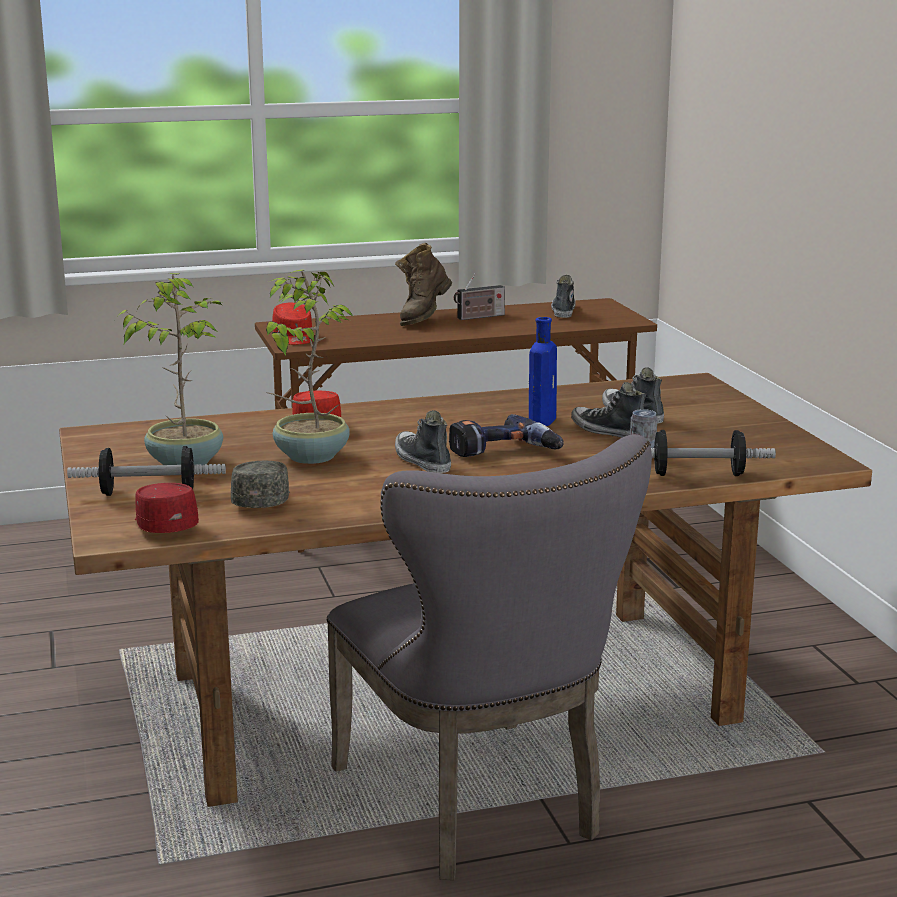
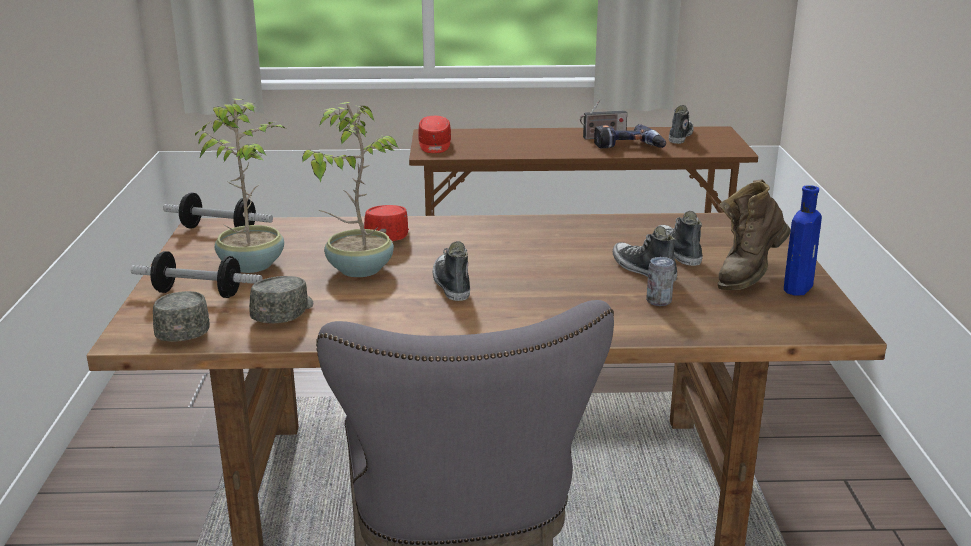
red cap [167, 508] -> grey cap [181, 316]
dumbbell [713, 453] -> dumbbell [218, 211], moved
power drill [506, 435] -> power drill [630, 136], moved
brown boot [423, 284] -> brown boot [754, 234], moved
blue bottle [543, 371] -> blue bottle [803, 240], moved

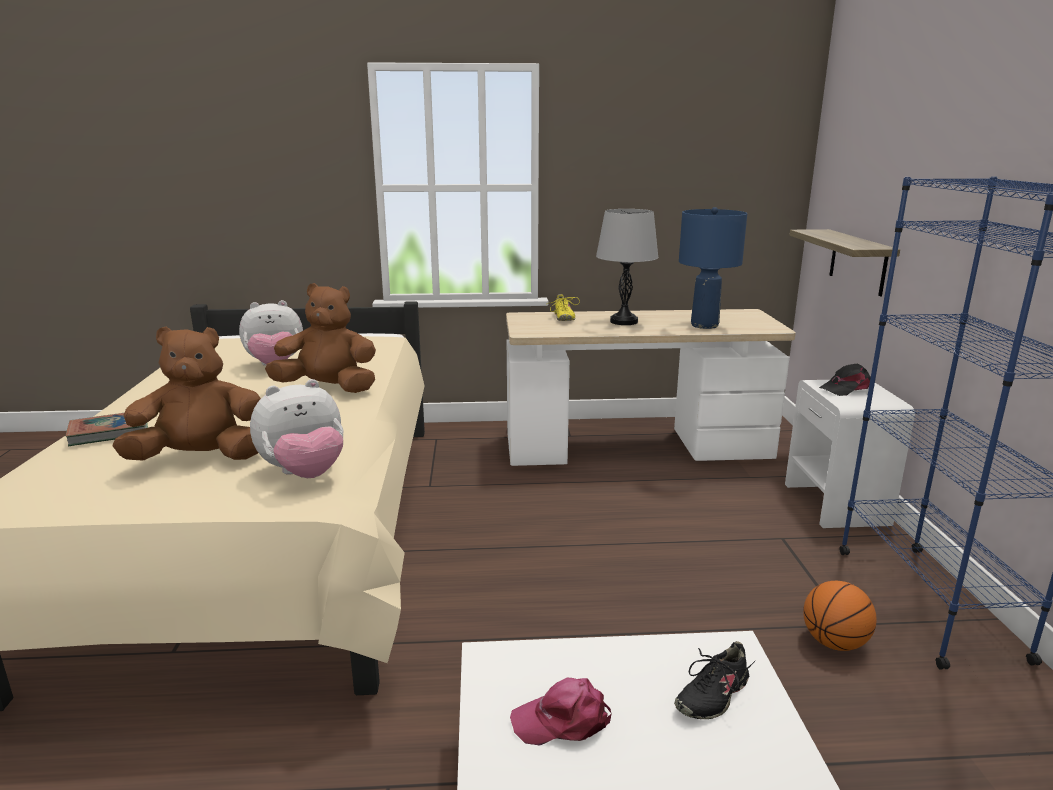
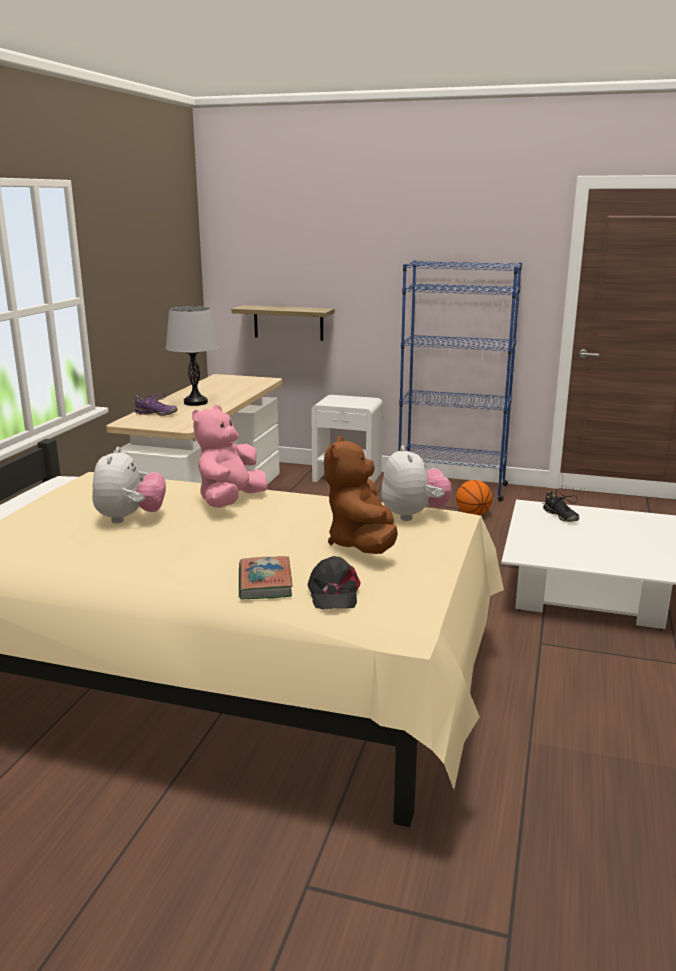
yellow shoe [563, 307] -> purple shoe [156, 404]
brown plush toy [320, 338] -> pink plush toy [230, 456]
black cap [845, 380] -> black cap [334, 583], moved
pink cap [561, 711] -> none
blue table lamp [713, 268] -> none

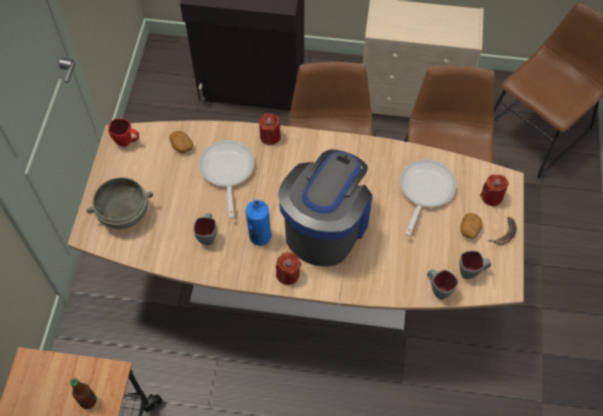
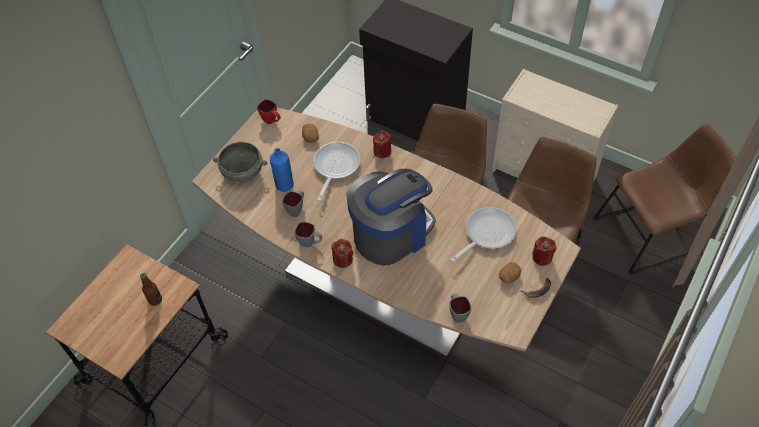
blue bottle [259, 223] -> blue bottle [282, 170], moved
grey mug [475, 265] -> grey mug [308, 234], moved

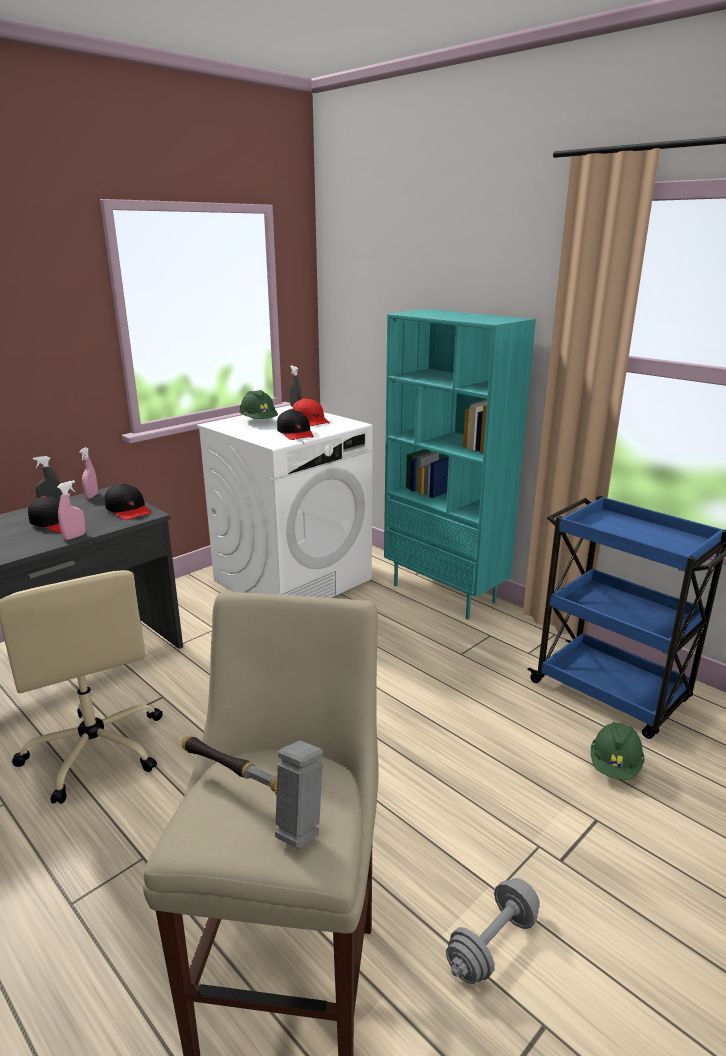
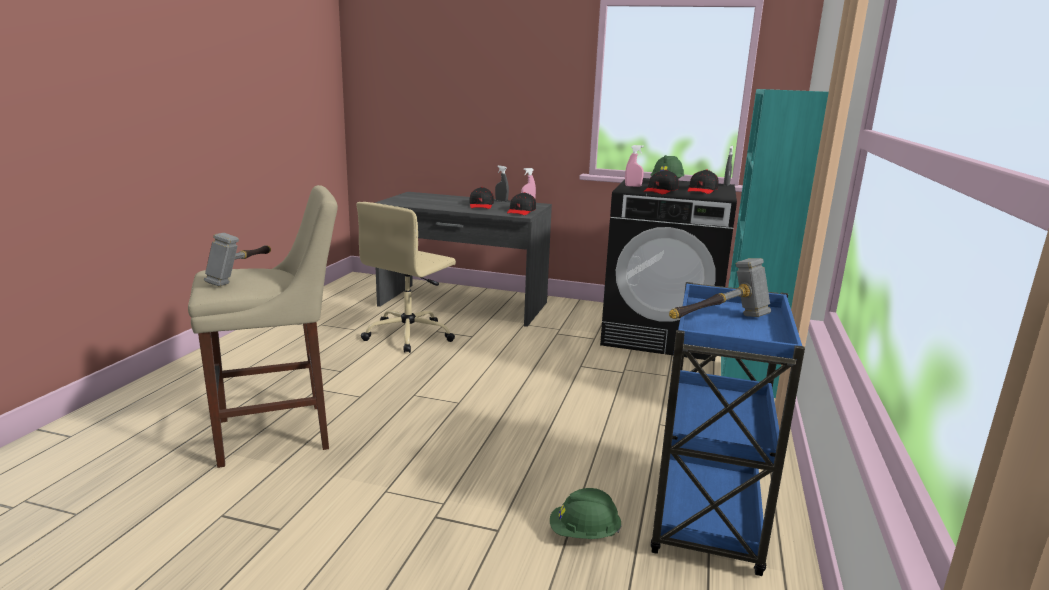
white washing machine [285, 501] -> black washing machine [668, 269]
pink spray bottle [71, 510] -> pink spray bottle [634, 166], moved
none -> hammer [720, 288]
red cap [311, 412] -> black cap [703, 181]
grey dumbbell [493, 931] -> none

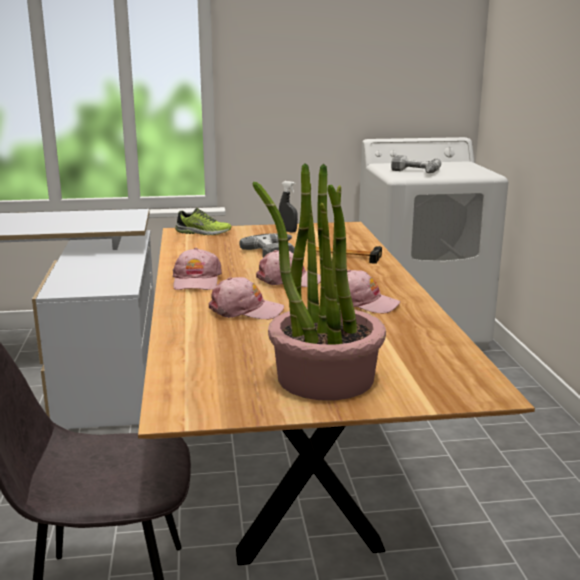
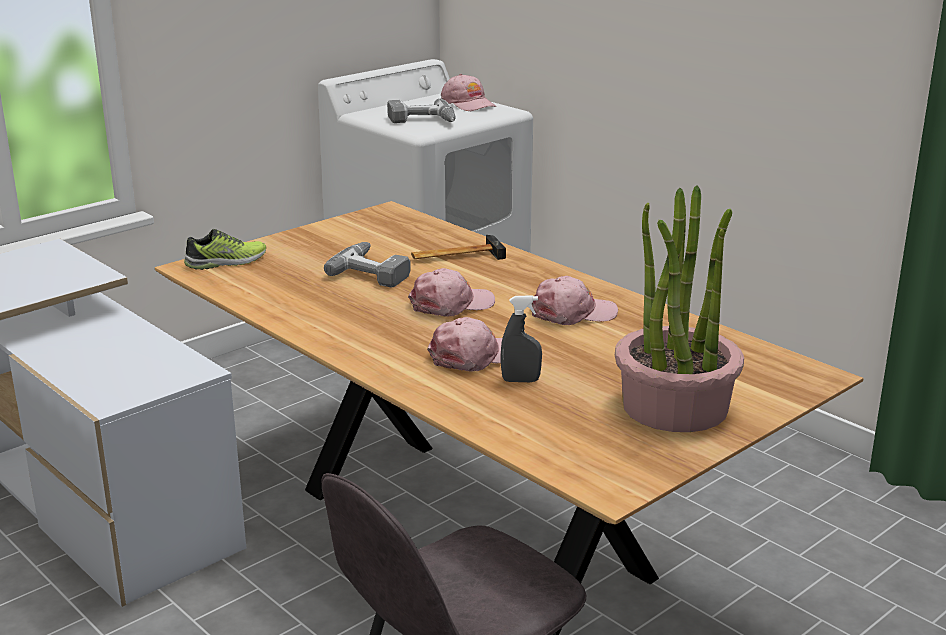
pink cap [197, 269] -> pink cap [468, 92], moved
grey spray bottle [288, 207] -> grey spray bottle [521, 339], moved

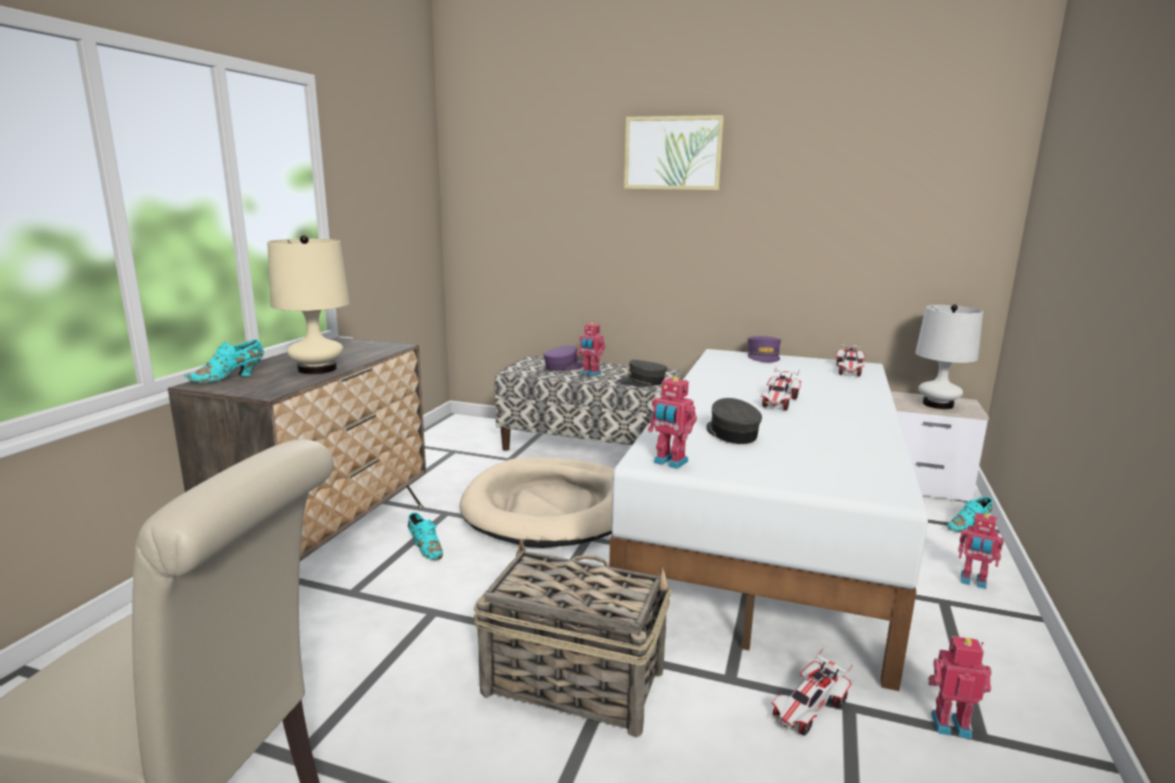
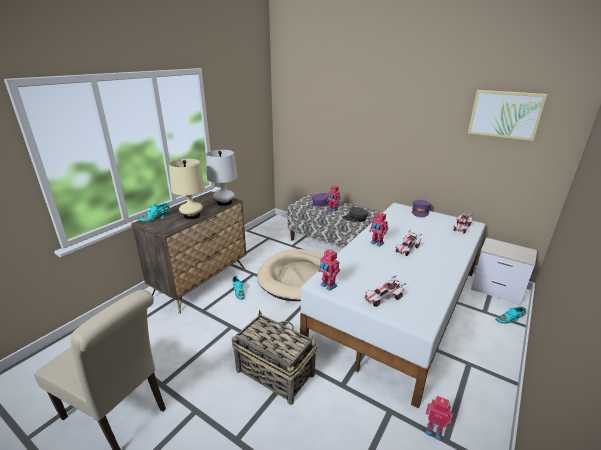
white table lamp [949, 357] -> white table lamp [221, 178], moved
toy car [812, 692] -> toy car [385, 291], moved
toy robot [981, 551] -> toy robot [378, 229], moved
picture [674, 152] -> picture [508, 115], moved
grey cap [734, 421] -> none

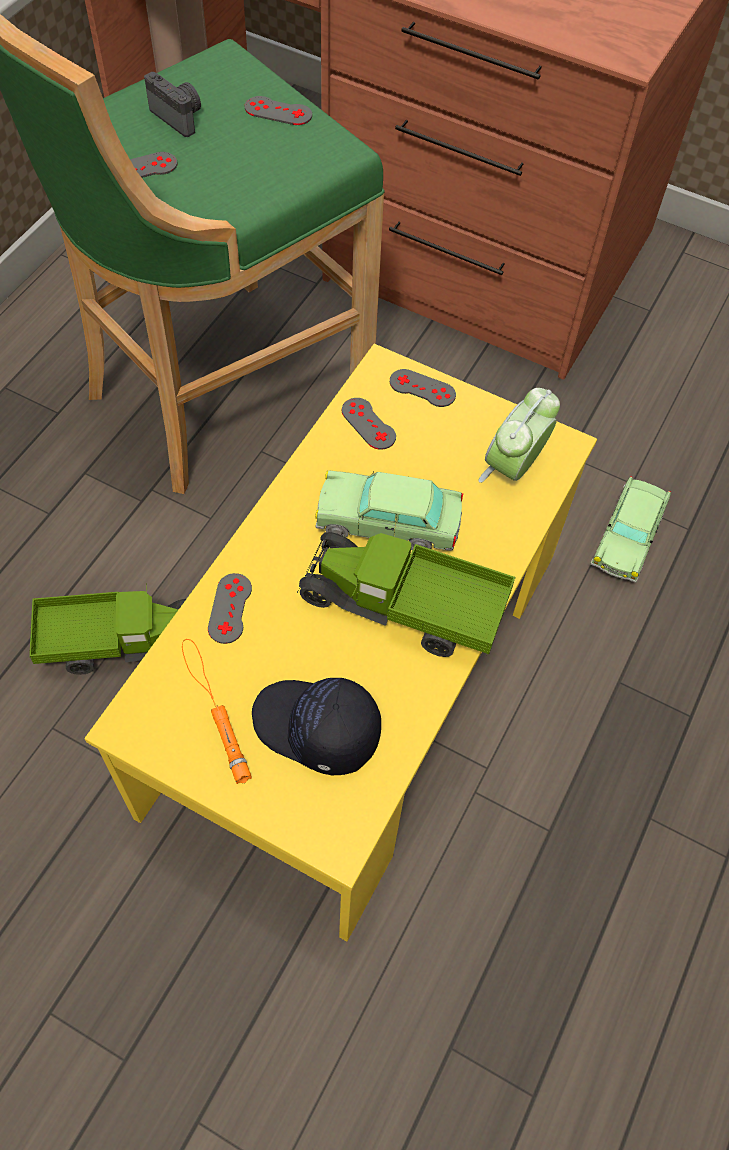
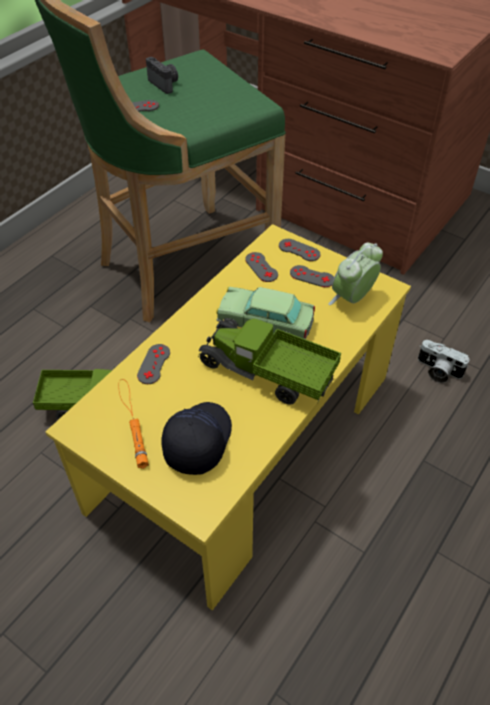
black cap [316, 726] -> black cap [196, 438], 75 degrees clockwise
grey game controller [278, 110] -> grey game controller [312, 276], moved
toy car [630, 529] -> photo camera [443, 361]

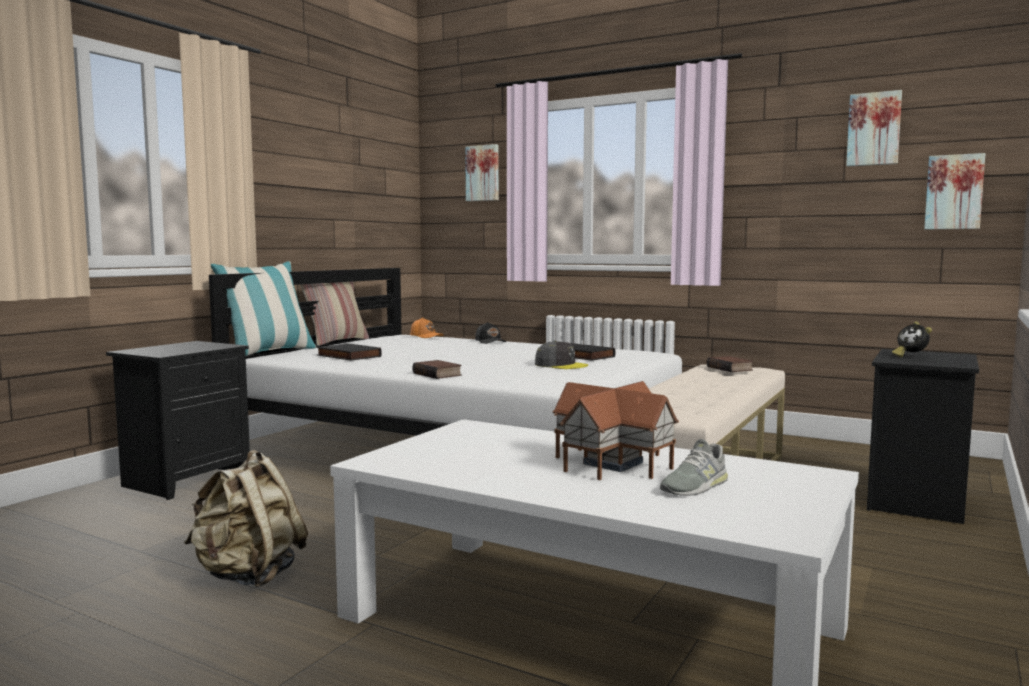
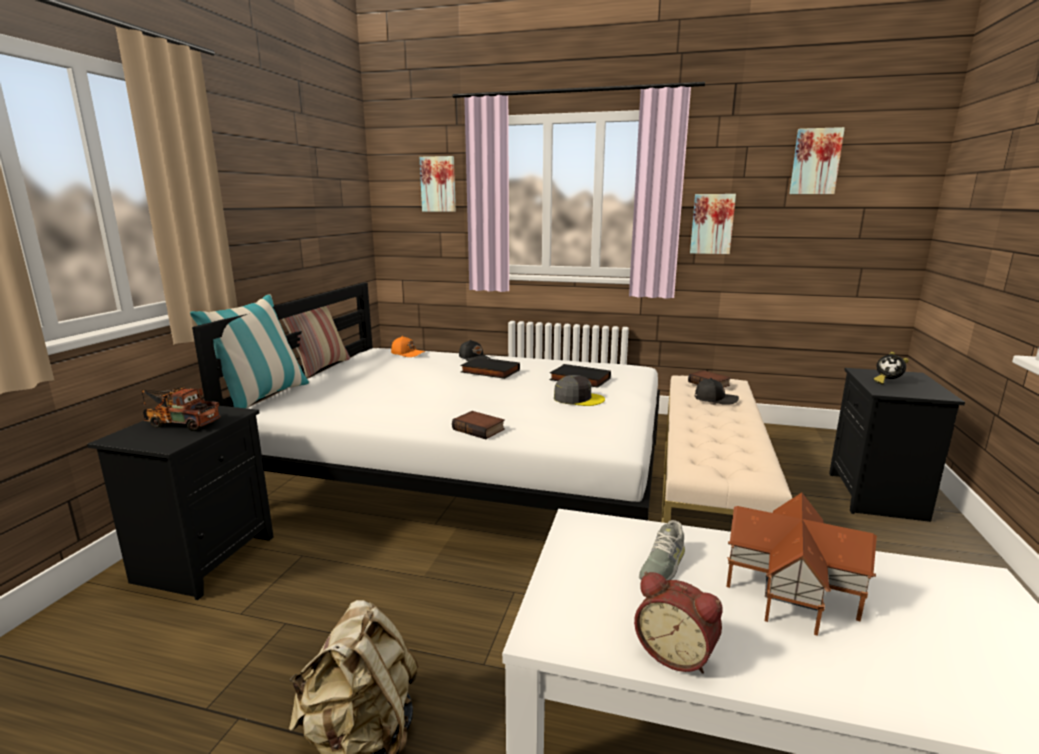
none -> toy truck [181, 409]
black book [349, 352] -> black book [490, 368], moved
none -> alarm clock [678, 623]
grey shoe [694, 467] -> grey shoe [662, 550], moved
picture [954, 191] -> picture [713, 224], moved
none -> black cap [717, 391]

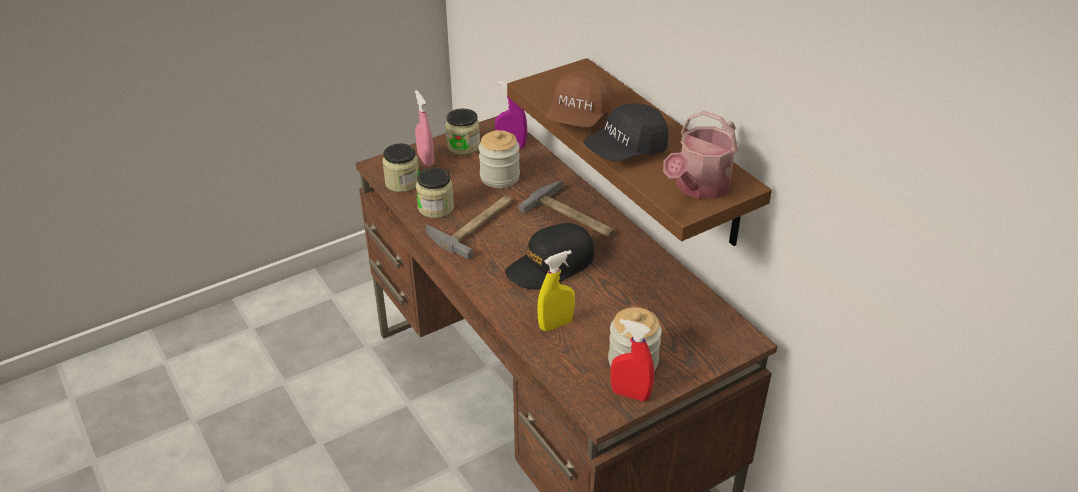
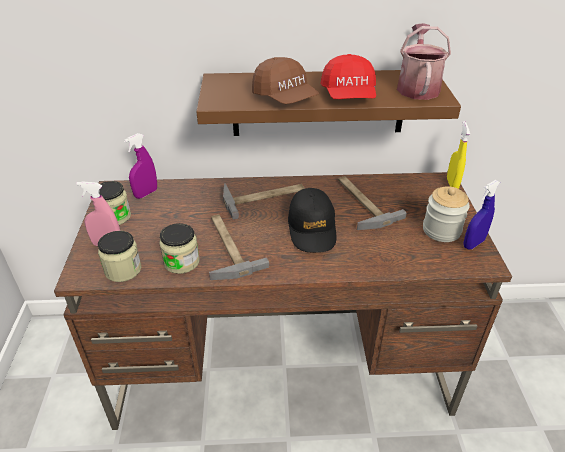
black cap [626, 132] -> red cap [348, 76]
none -> hammer [372, 203]
watering can [700, 155] -> watering can [424, 61], 150 degrees counterclockwise
yellow spray bottle [556, 290] -> yellow spray bottle [458, 155], moved
red spray bottle [632, 360] -> blue spray bottle [482, 215]
jar [499, 159] -> none

